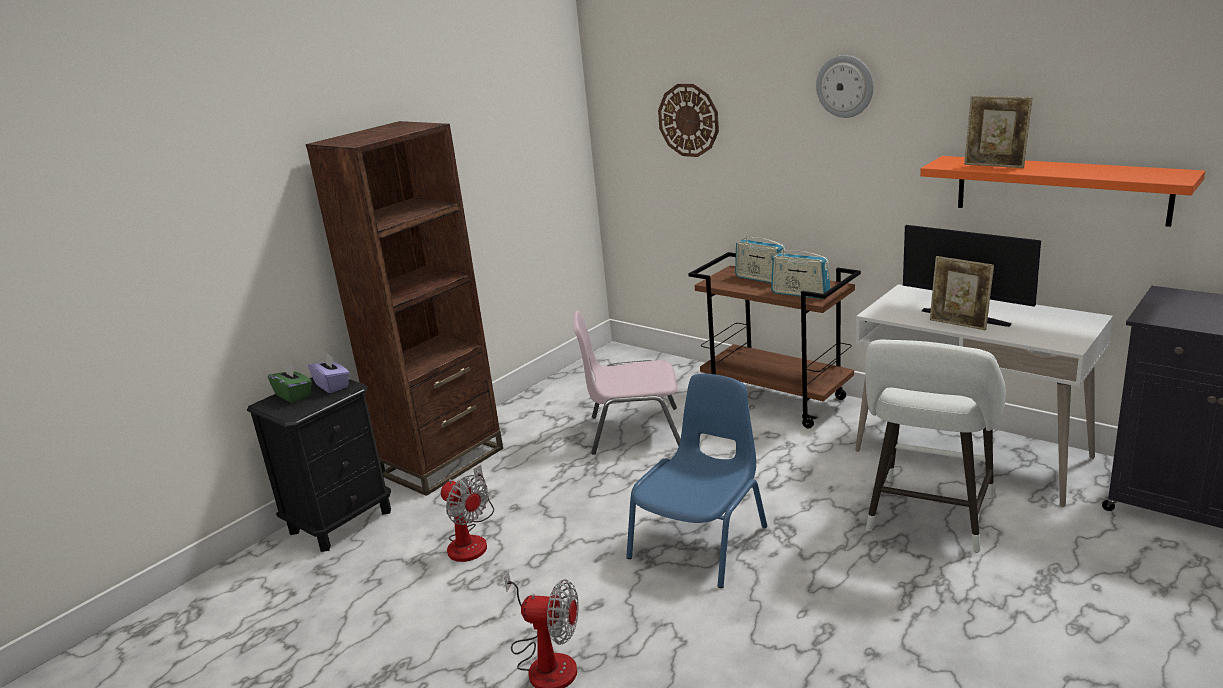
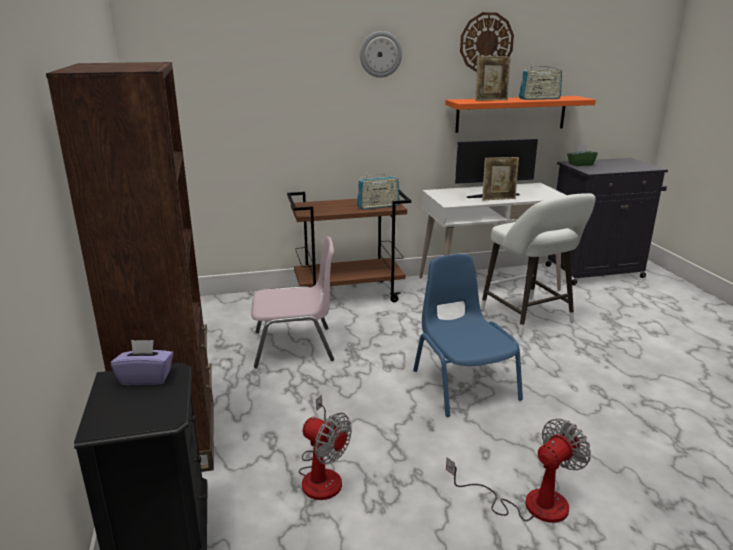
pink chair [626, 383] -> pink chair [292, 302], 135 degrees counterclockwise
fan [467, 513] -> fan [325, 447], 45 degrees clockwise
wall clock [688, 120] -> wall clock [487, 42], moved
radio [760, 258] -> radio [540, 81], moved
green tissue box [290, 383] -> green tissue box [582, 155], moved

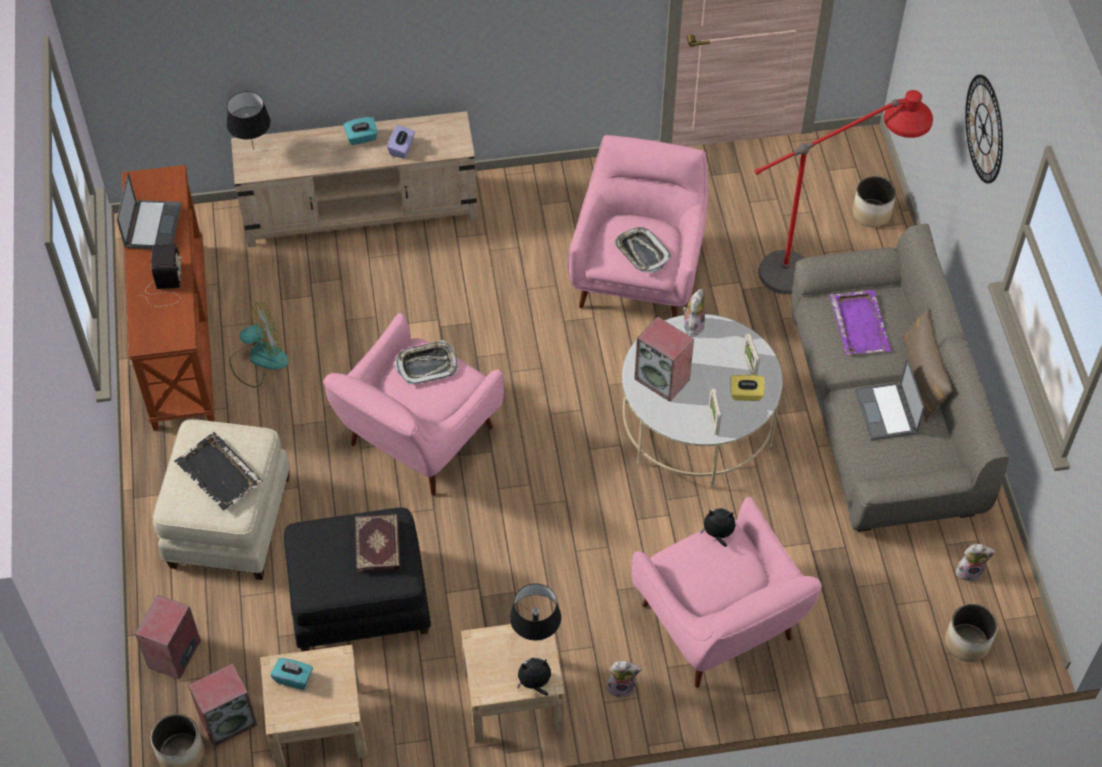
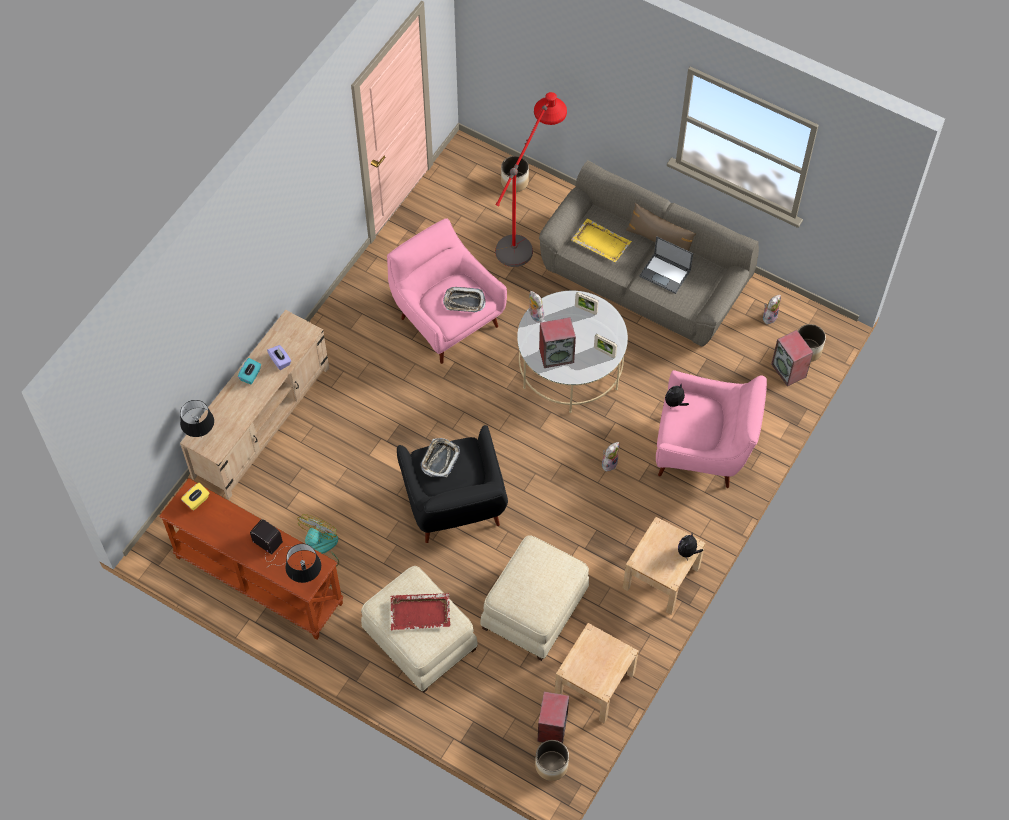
yellow tissue box [747, 387] -> yellow tissue box [195, 496], moved
black table lamp [535, 612] -> black table lamp [303, 563], moved
black tray [218, 471] -> red tray [420, 611]
pink armchair [413, 404] -> black armchair [452, 484]
black ottoman [357, 579] -> beige ottoman [534, 598]
purple tray [861, 322] -> yellow tray [601, 240]
plush toy [624, 679] -> plush toy [610, 456], moved
speaker [168, 637] -> speaker [792, 358], moved
laptop [149, 211] -> none
turquoise tissue box [291, 674] -> none
book [378, 543] -> none
wall clock [984, 129] -> none

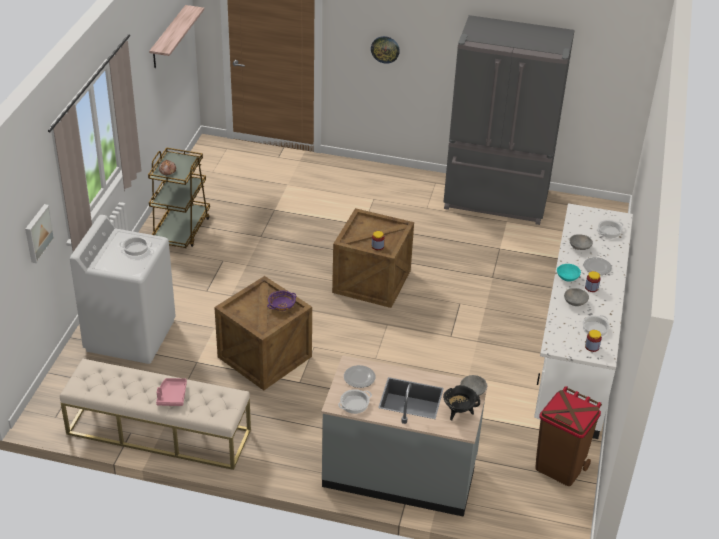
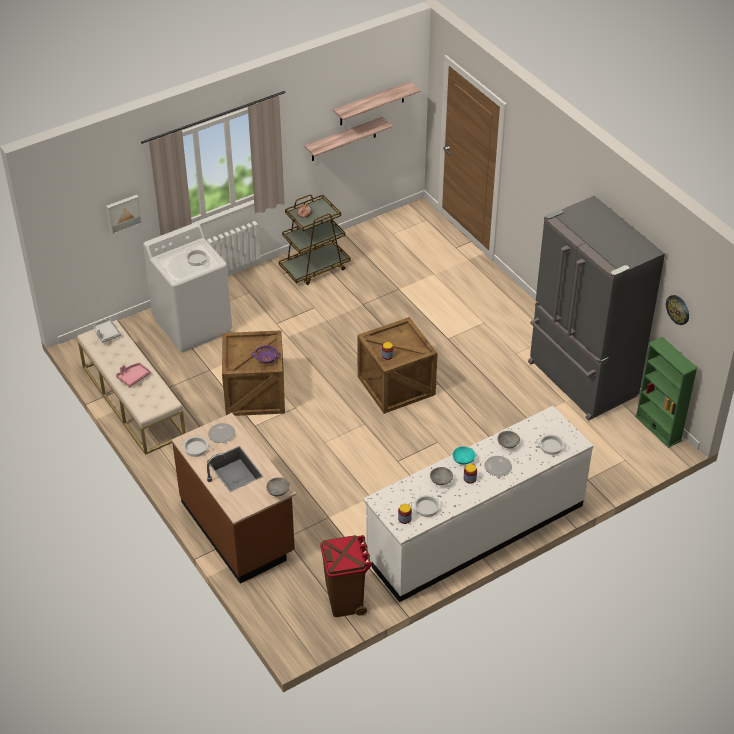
none -> grey tray [107, 330]
grey counter [404, 436] -> brown counter [234, 498]
none -> shelf [348, 139]
none -> green bookcase [666, 392]
wall clock [385, 50] -> wall clock [677, 310], moved
black cooking pot [461, 403] -> none

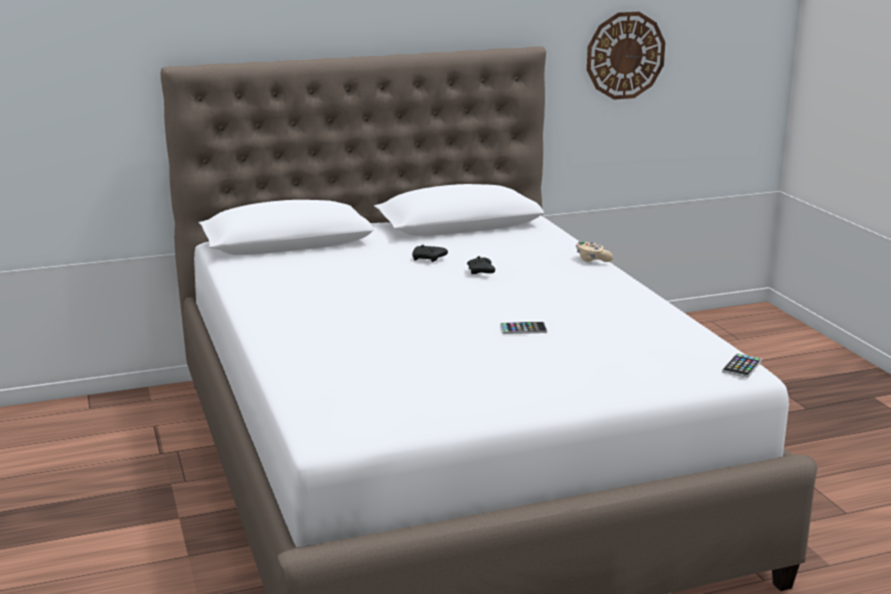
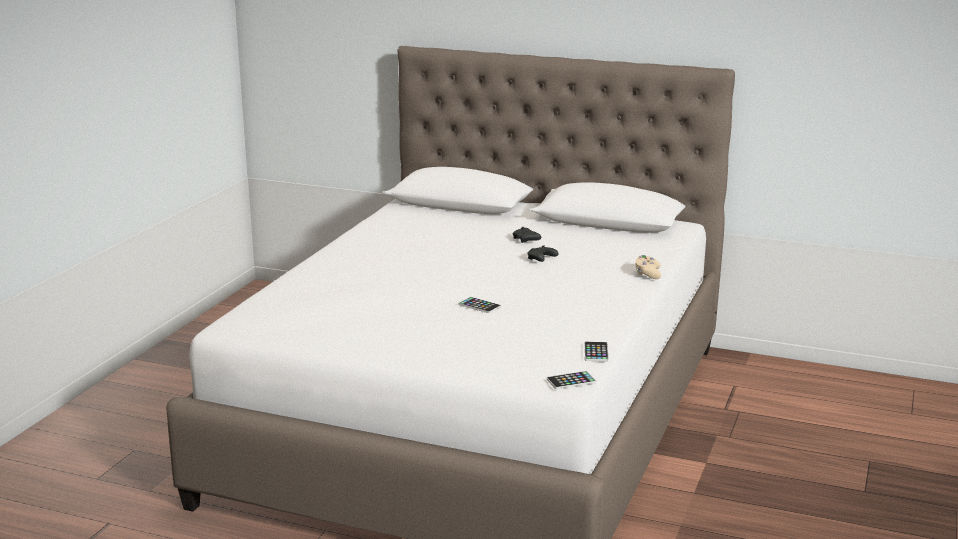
none -> phone [596, 351]
wall clock [626, 56] -> none

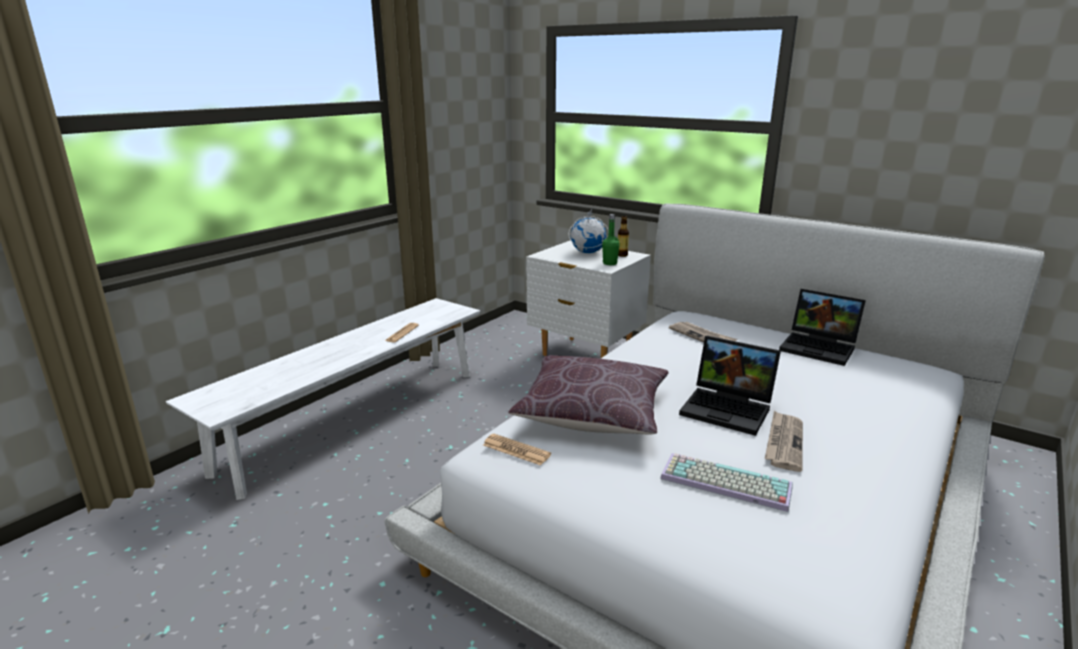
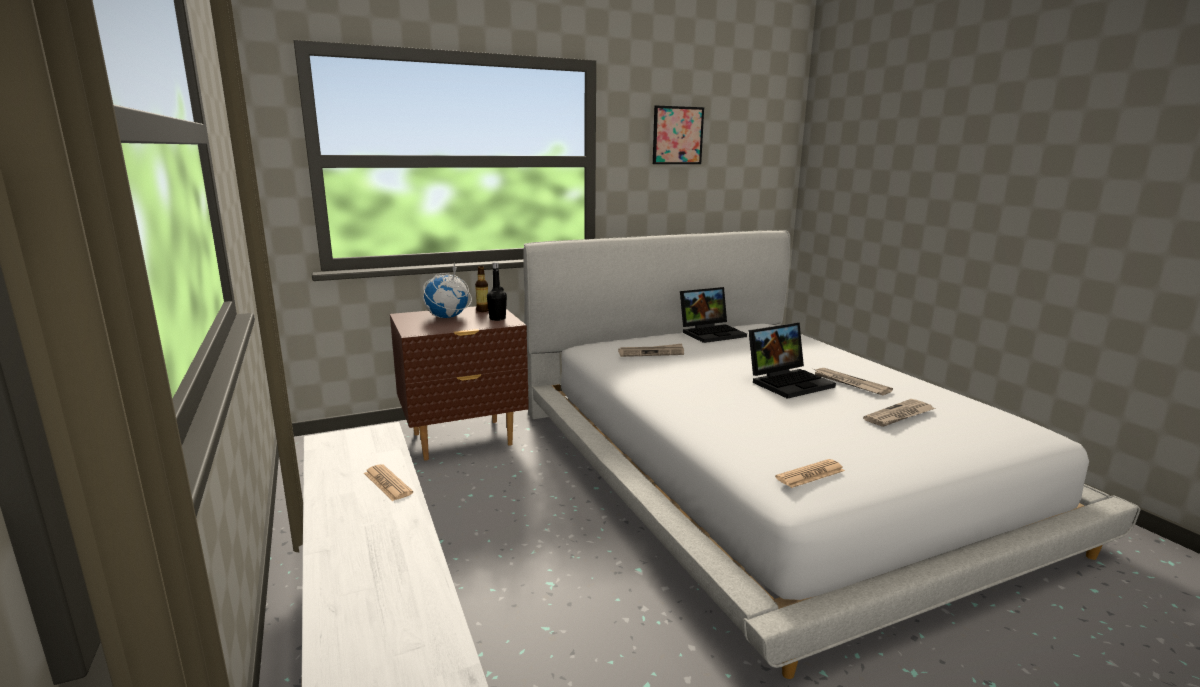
white nightstand [588, 299] -> brown nightstand [459, 383]
green bottle [611, 239] -> black bottle [497, 291]
none -> picture [678, 134]
keyboard [726, 482] -> newspaper [899, 413]
brown pillow [588, 394] -> none

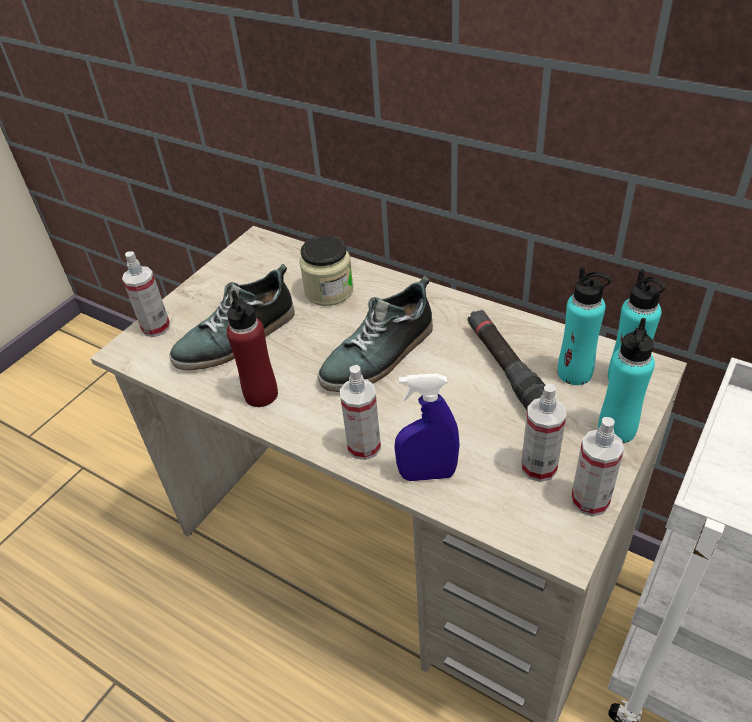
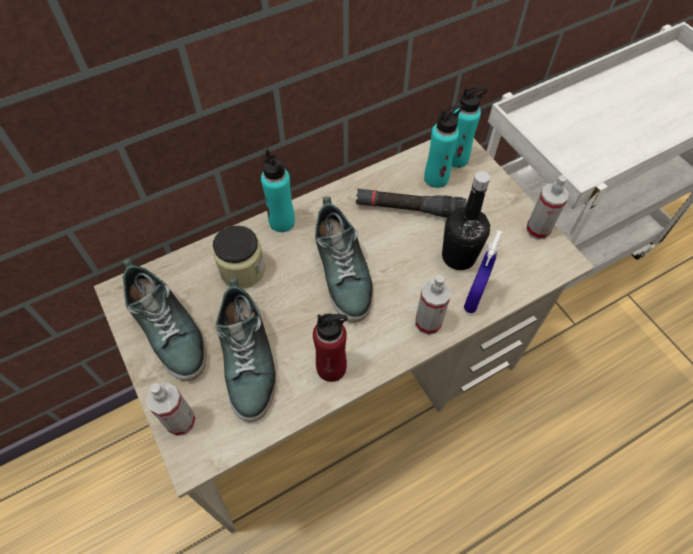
none -> shoe [164, 320]
turquoise bottle [626, 380] -> turquoise bottle [278, 190], moved
none -> black bottle [466, 220]
spray bottle [543, 432] -> none

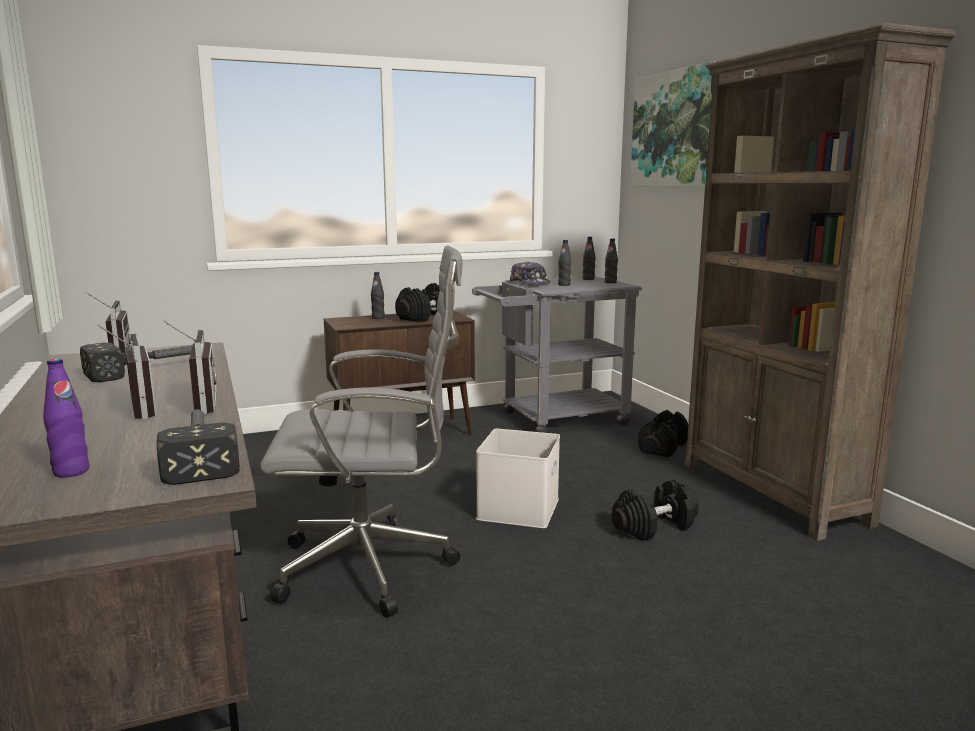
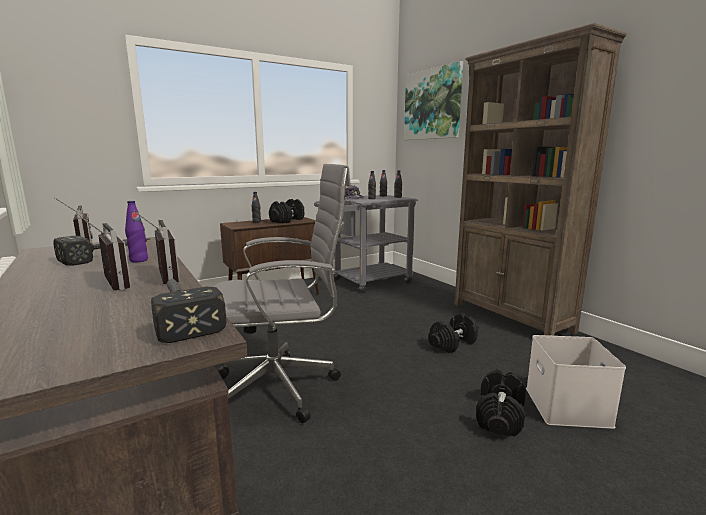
purple bottle [66, 418] -> purple bottle [136, 231], moved
black dumbbell [663, 433] -> black dumbbell [501, 403], moved
white storage box [518, 478] -> white storage box [576, 382], moved

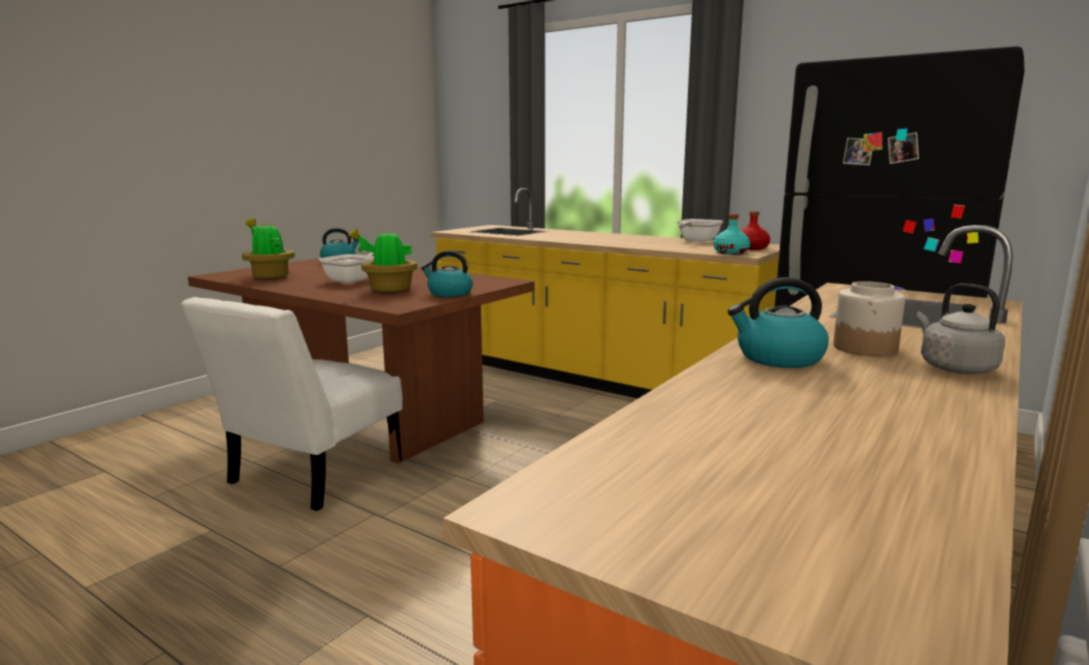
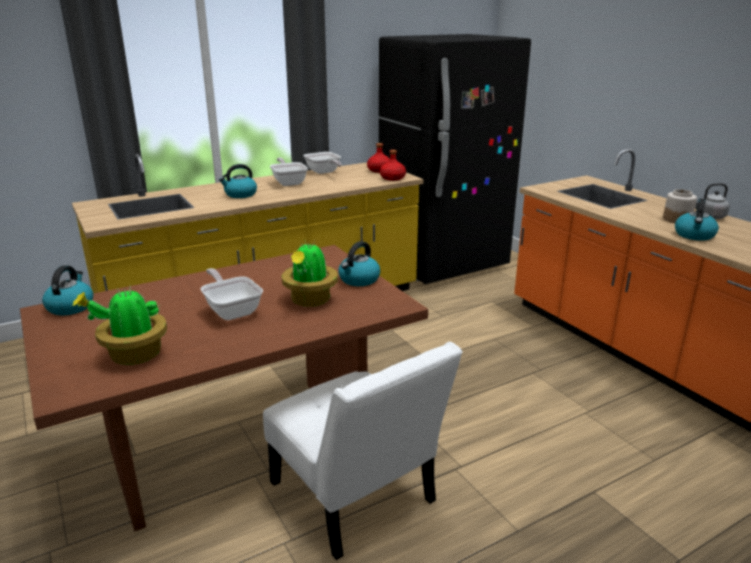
none -> kettle [238, 181]
none -> frying pan [289, 172]
turquoise bottle [731, 234] -> red bottle [393, 165]

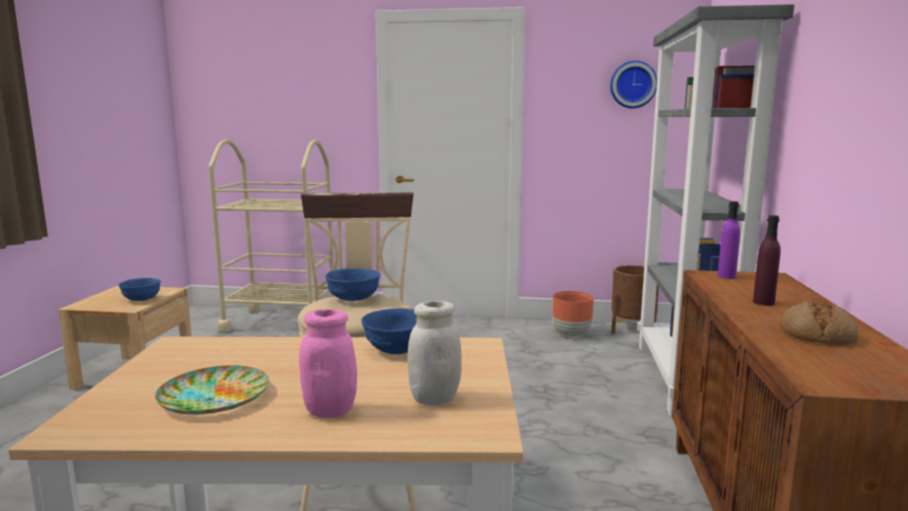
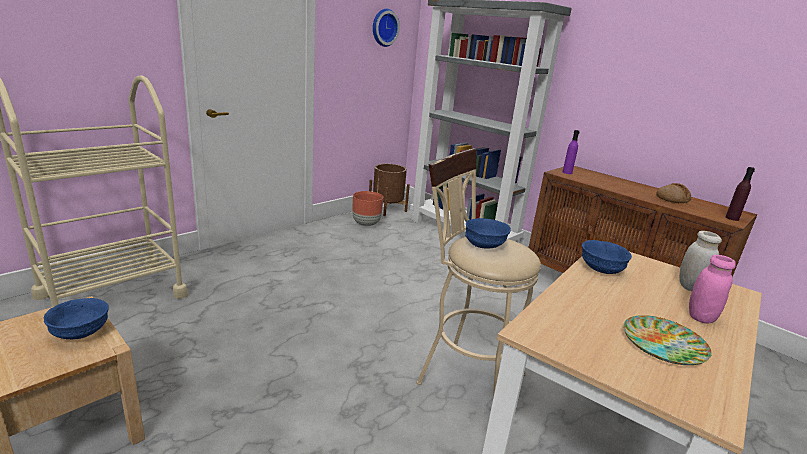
purple bottle [767, 260] -> purple bottle [740, 194], moved

